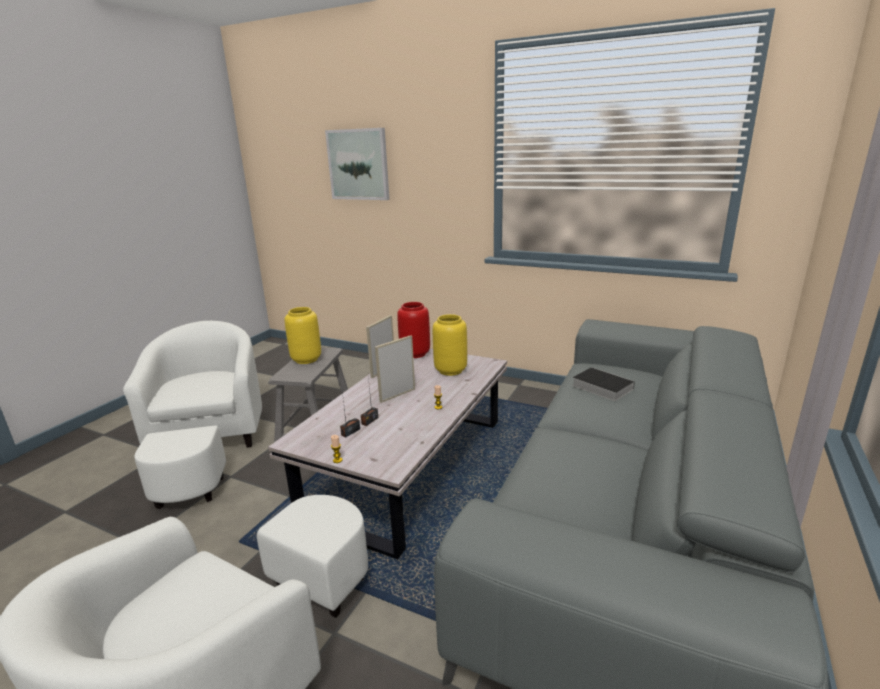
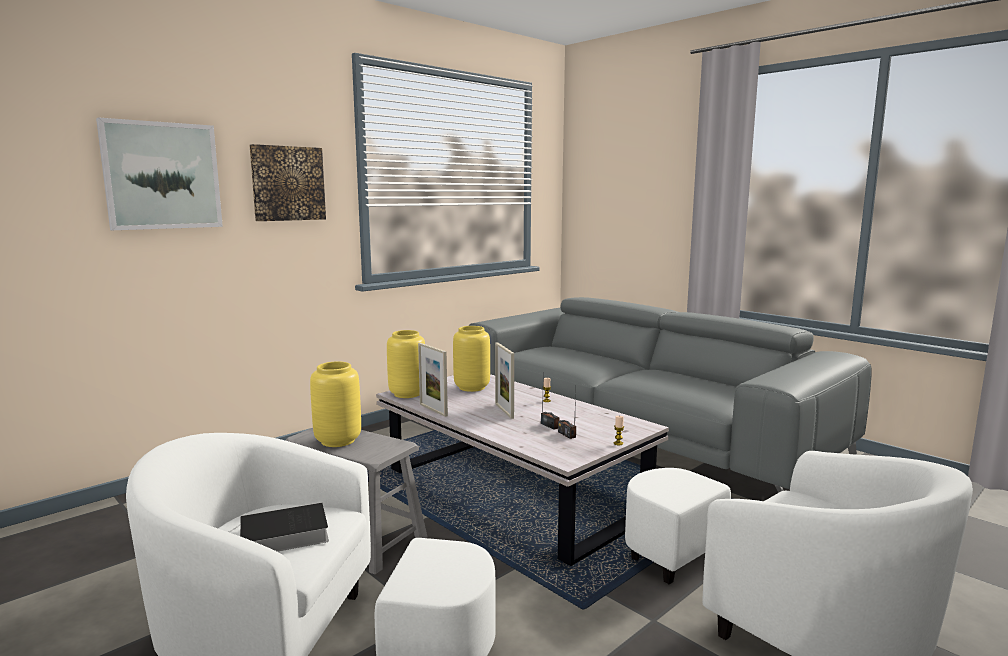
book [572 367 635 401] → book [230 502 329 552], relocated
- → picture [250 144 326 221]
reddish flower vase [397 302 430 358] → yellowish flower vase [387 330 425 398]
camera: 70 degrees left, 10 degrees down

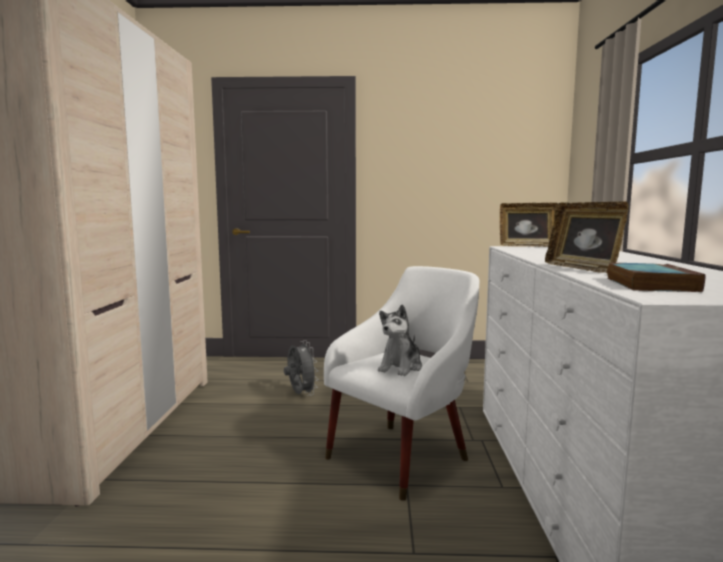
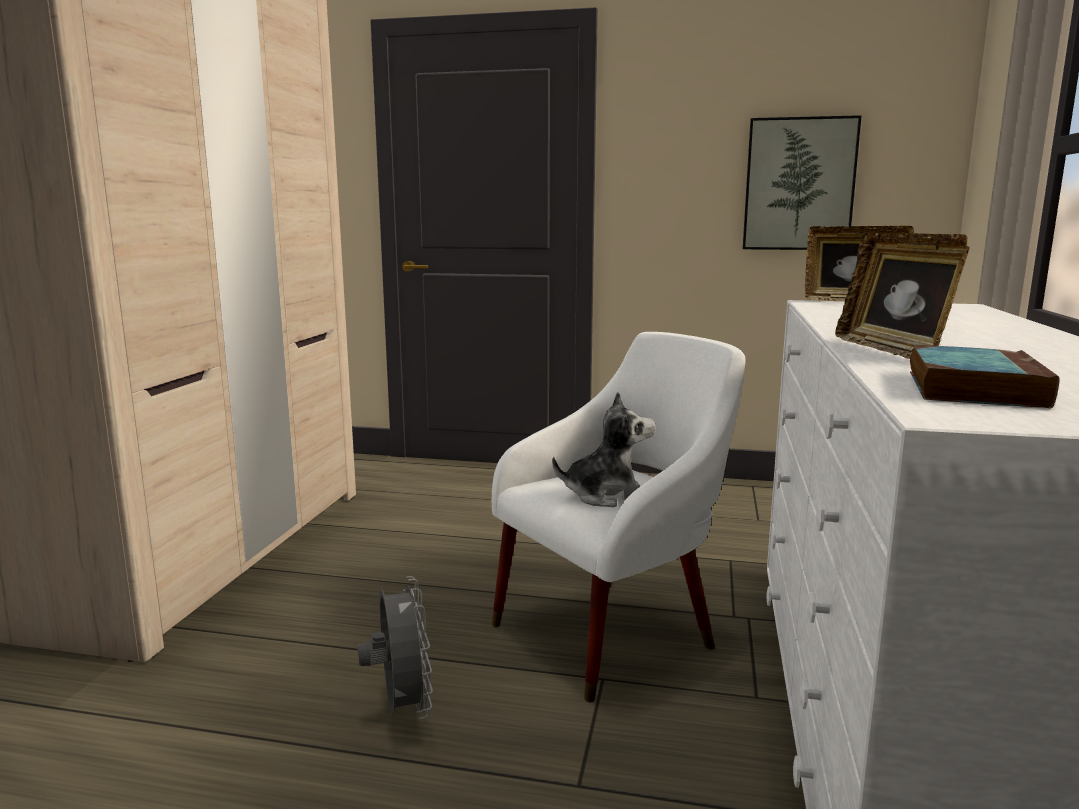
grey fan [284 340 319 396] → grey fan [358 576 433 720], relocated
cuddly toy [378 304 422 376] → cuddly toy [552 392 656 507], 135 degrees counterclockwise
- → picture [743 115 862 250]
camera: 10 degrees right, 5 degrees up

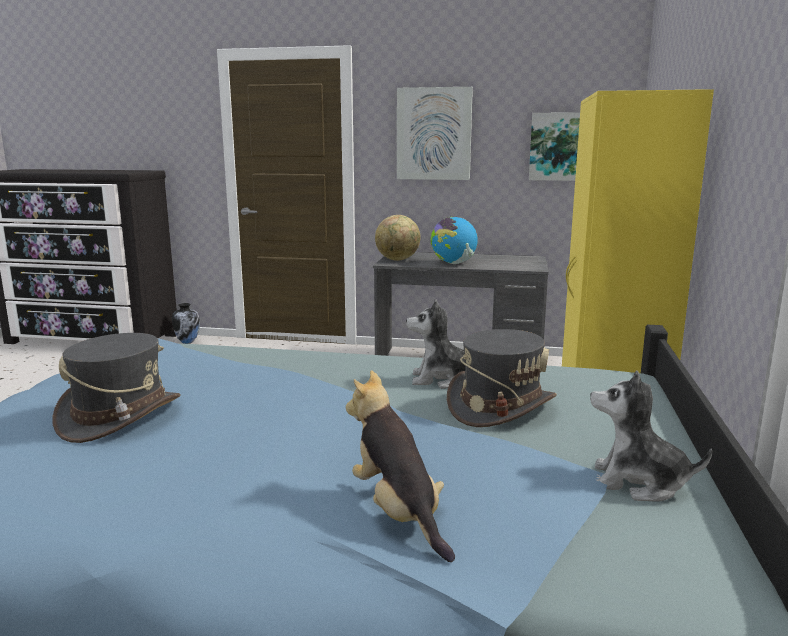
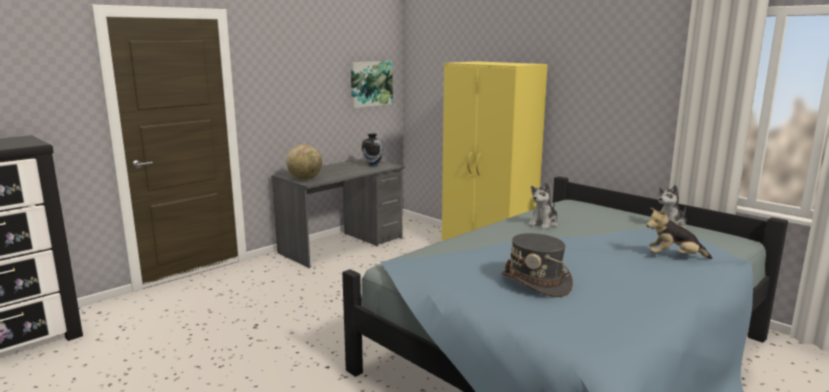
flower vase [172 303 200 344] → flower vase [362 133 383 166], relocated
picture [397 87 473 180] → -
globe [431 217 478 264] → -
grey clothing hat [447 329 557 427] → -
camera: 55 degrees left, 0 degrees up

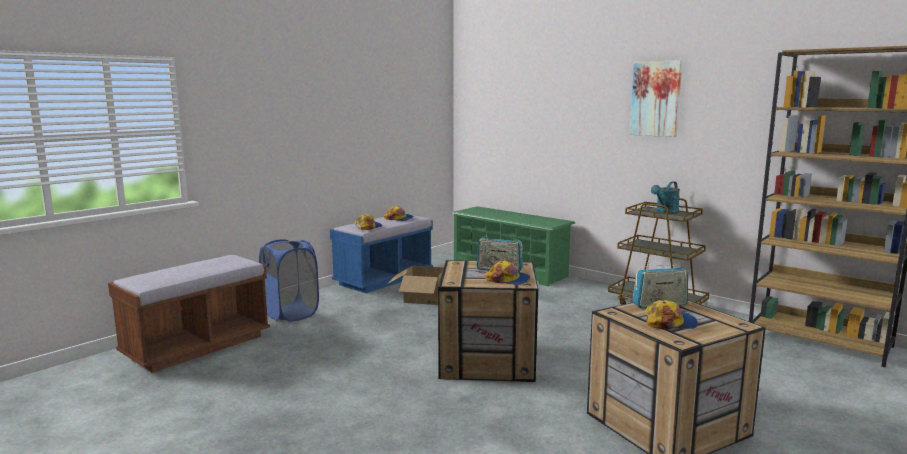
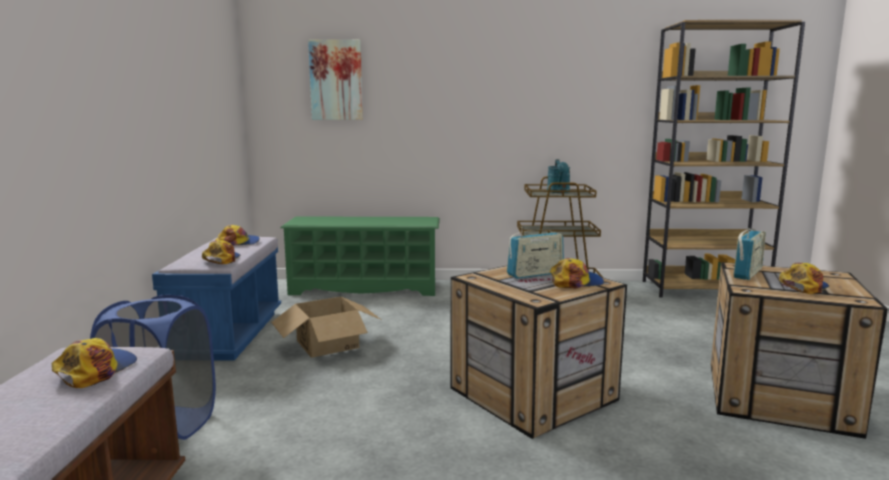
- → peaked cap [52 338 137 388]
picture [629 60 683 137] → picture [308 39 363 120], relocated
camera: 40 degrees left, 0 degrees up

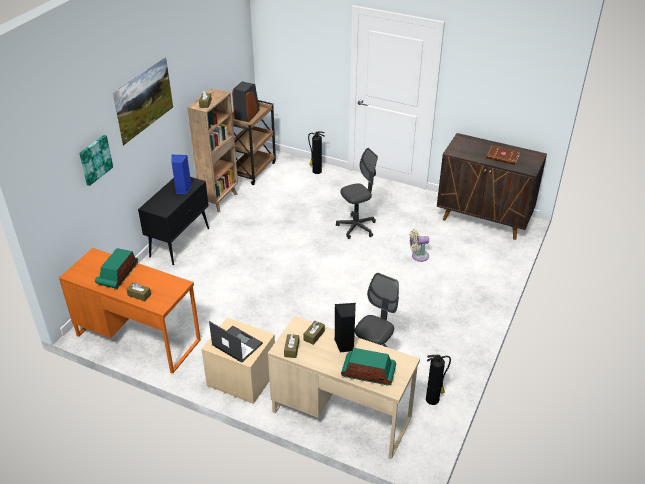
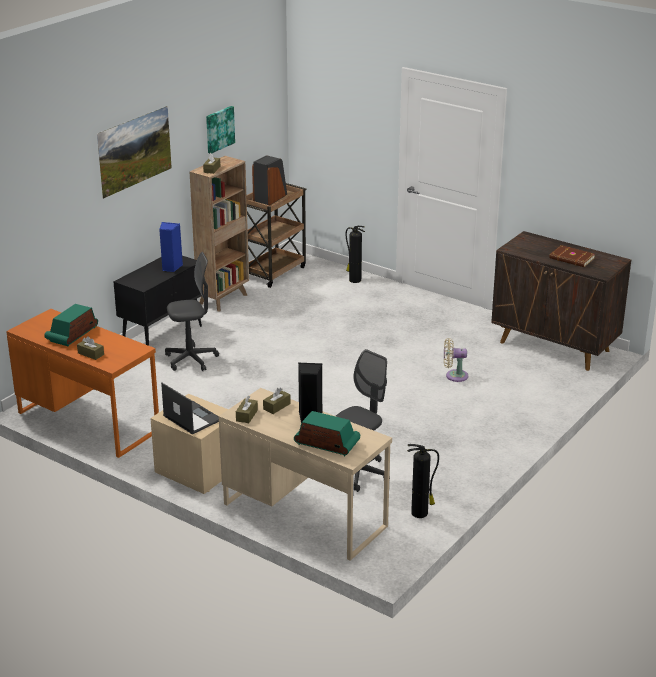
grey office chair [336 148 378 239] → grey office chair [165 252 219 371], relocated
picture [79 135 113 186] → picture [206 106 235 154], relocated
camera: 10 degrees right, 10 degrees down

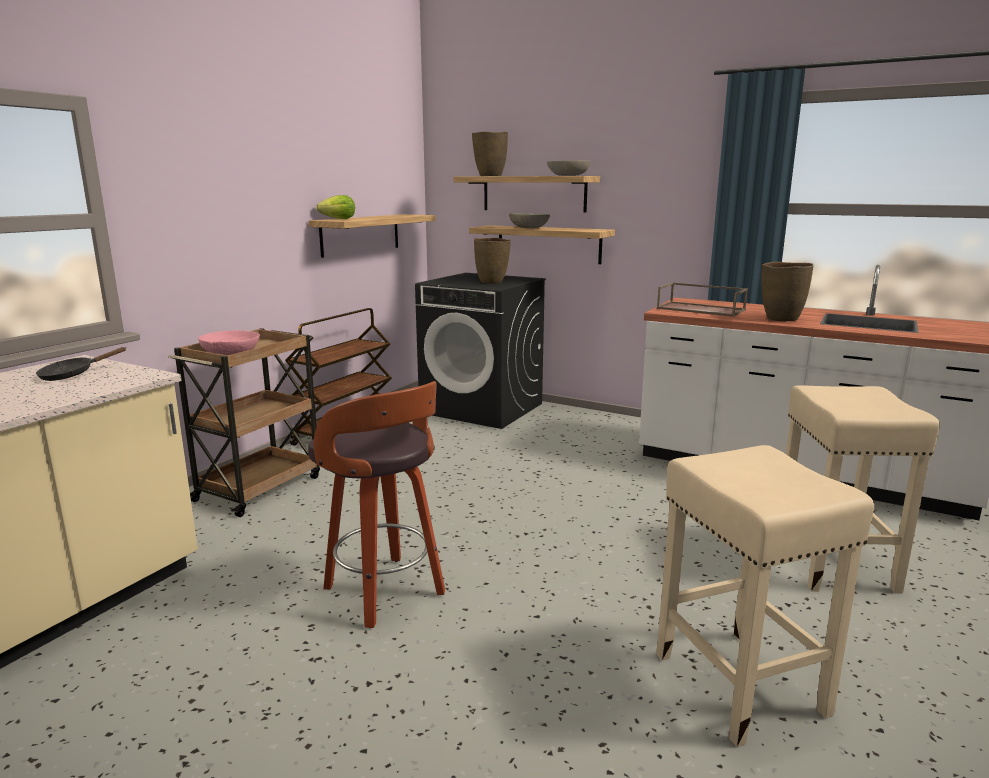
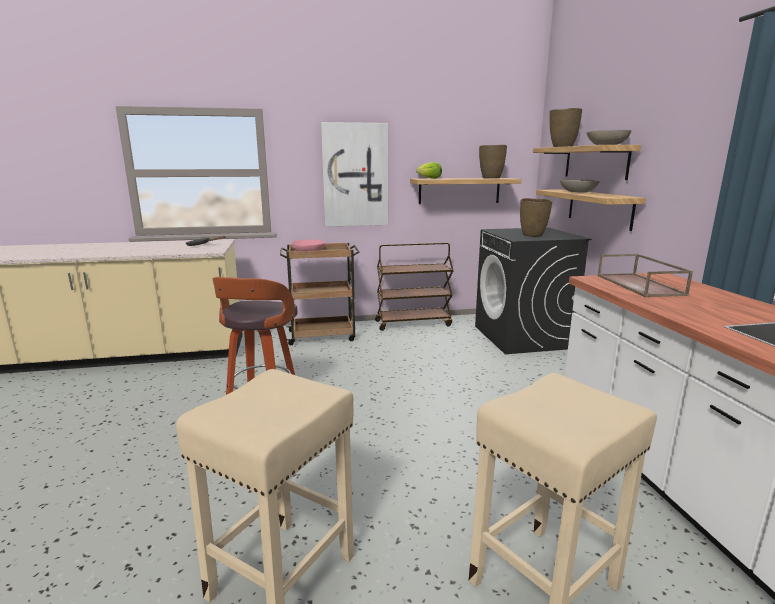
- → picture [321 122 388 227]
brown flower vase [761 262 814 321] → brown flower vase [479 145 507 178], relocated
camera: 50 degrees right, 0 degrees up

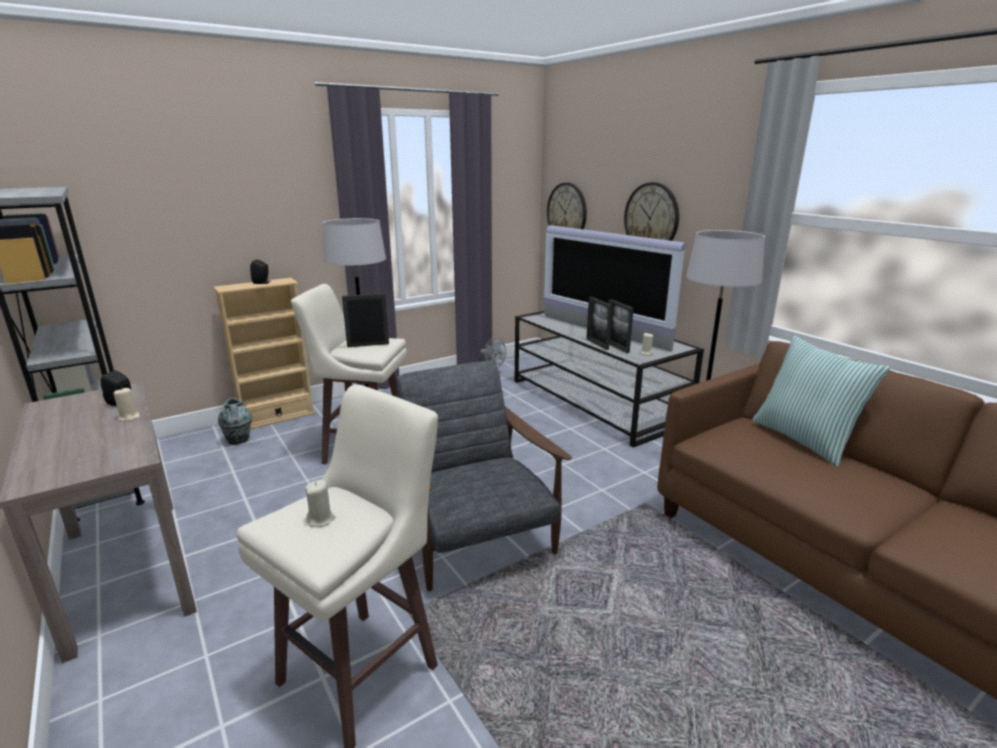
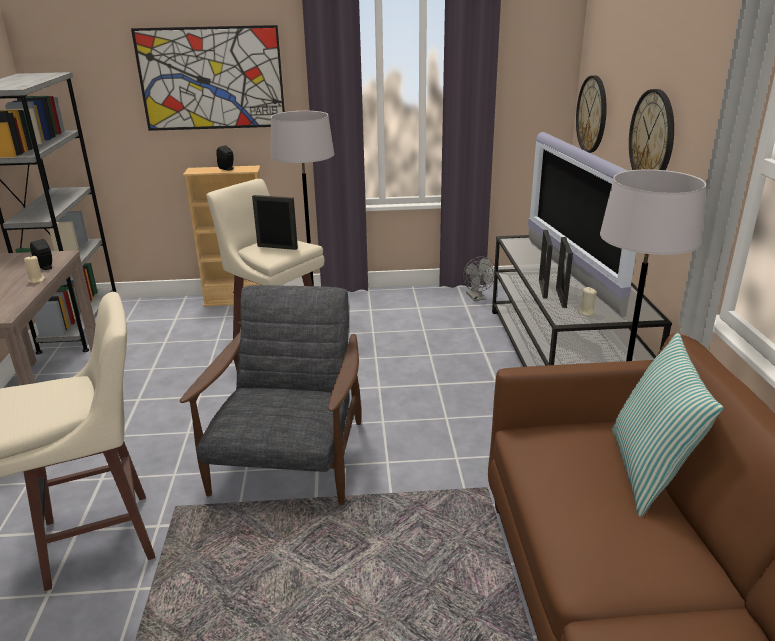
- → picture [131 25 285 131]
flower vase [218 397 252 445] → -
sand-coloured candle [305 480 335 527] → -
camera: 30 degrees right, 5 degrees up

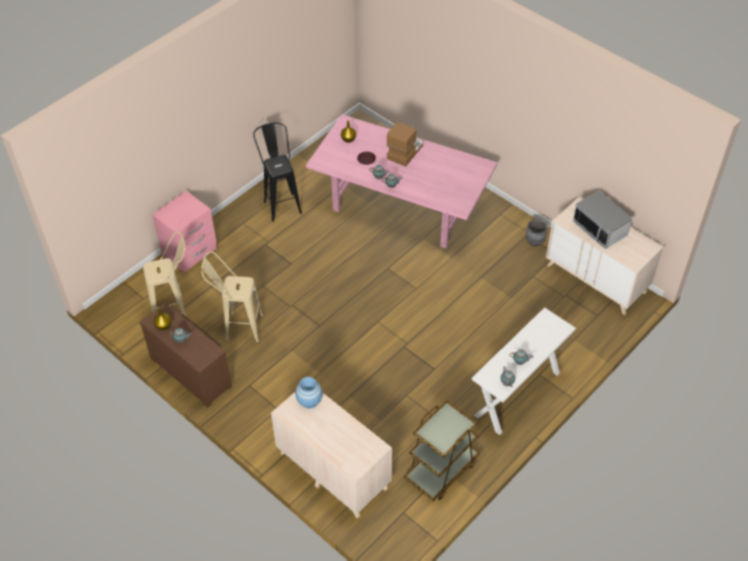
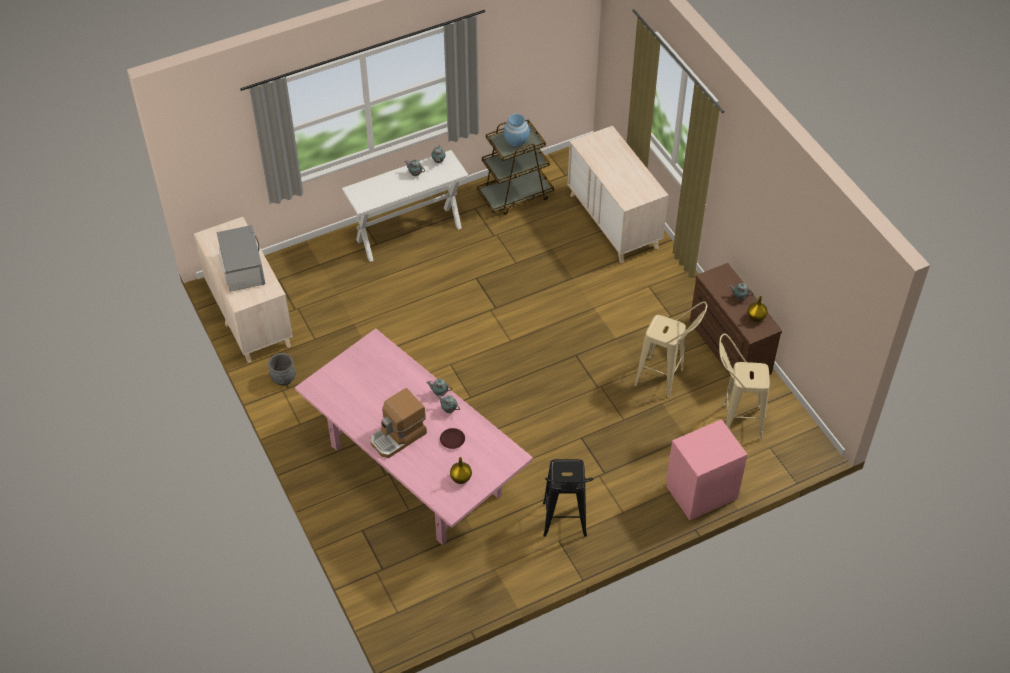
blue-coloured flower vase [295 377 323 408] → blue-coloured flower vase [503 114 530 147], relocated
camera: 160 degrees left, 0 degrees up

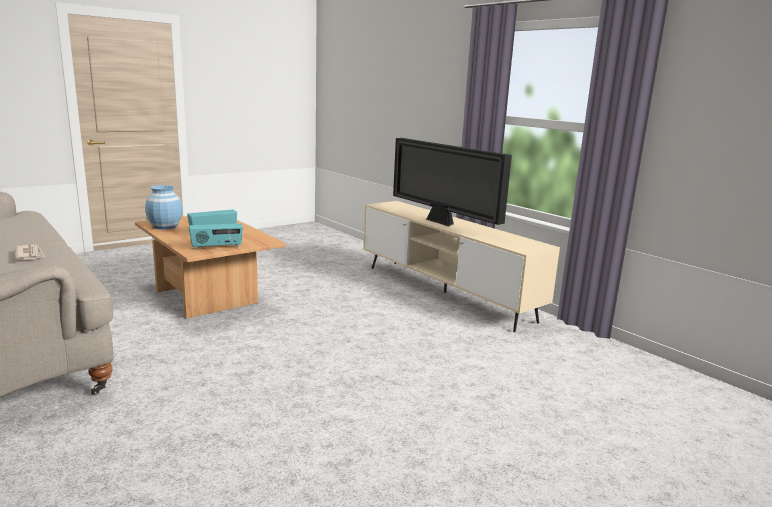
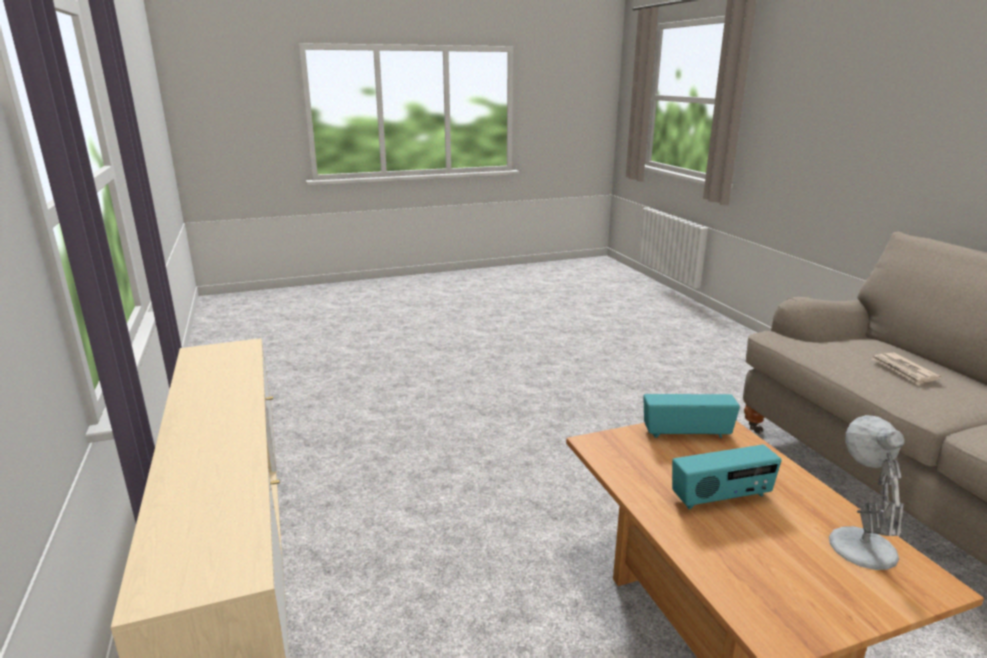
blue-coloured flower vase [145 185 183 229] → white table lamp [829 415 905 570]
TV set [393 138 512 226] → -
camera: 160 degrees left, 5 degrees up

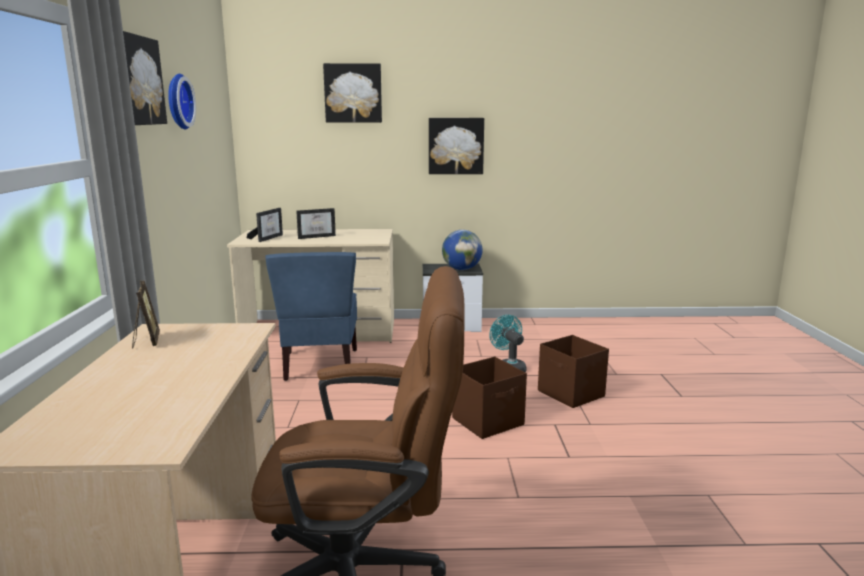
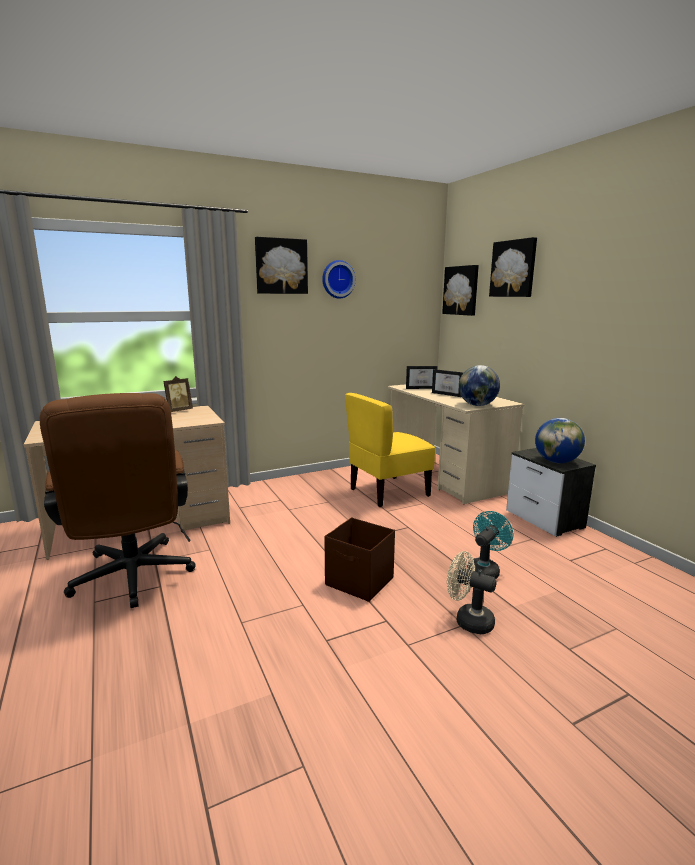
blue-coloured upright chair [265 252 357 381] → yellowish upright chair [345 393 435 507]
picture [429 118 484 174] → picture [442 265 479 316], relocated
brown storage container [538 335 609 408] → sand-coloured fan [447 551 497 634]
- → globe [459 365 500 406]
camera: 65 degrees right, 0 degrees up

